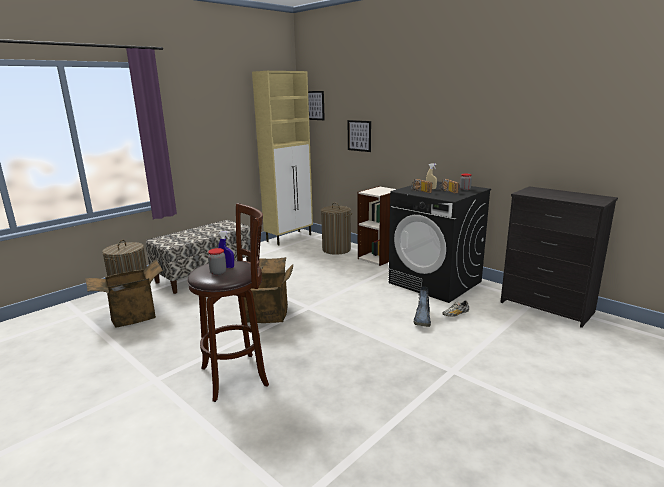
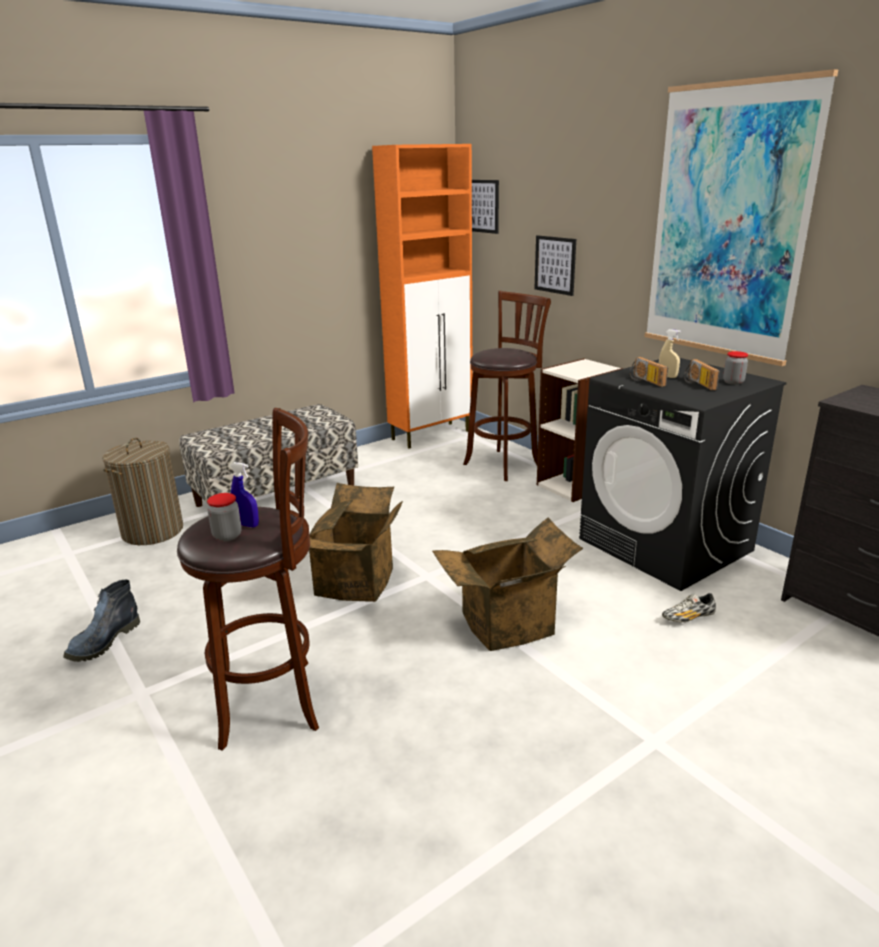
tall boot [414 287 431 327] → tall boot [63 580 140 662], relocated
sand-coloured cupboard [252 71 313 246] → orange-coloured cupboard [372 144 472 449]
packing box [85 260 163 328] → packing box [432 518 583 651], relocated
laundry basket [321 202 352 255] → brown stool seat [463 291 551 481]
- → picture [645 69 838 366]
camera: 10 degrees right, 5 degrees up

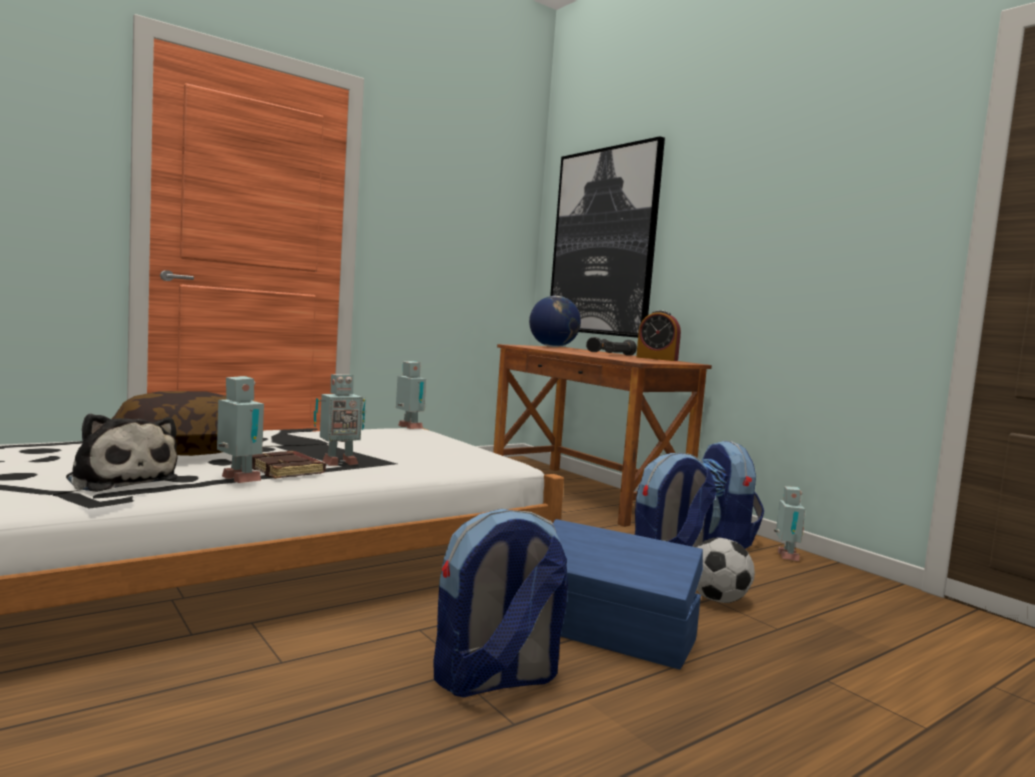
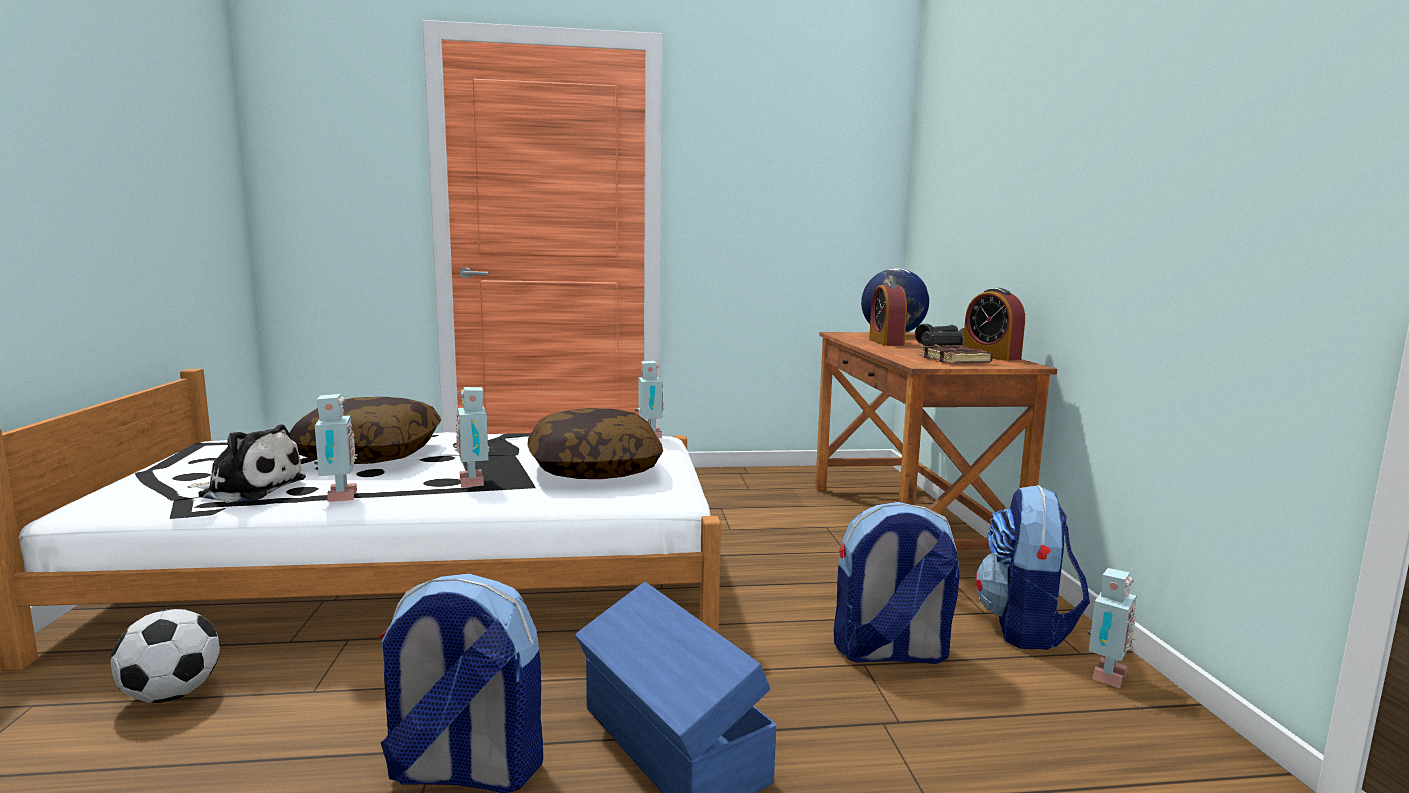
football [696 538 755 603] → football [110 609 220 703], relocated
cuddly toy [66 413 178 492] → cuddly toy [187 424 306 503], 60 degrees counterclockwise
toy robot [314 374 366 466] → toy robot [454 387 493 488], 75 degrees clockwise
- → throw pillow [528 408 663 479]
- → table clock [869 282 907 346]
brown book [252 451 326 479] → brown book [919 344 993 363], relocated
picture [550 136 665 338] → -
camera: 30 degrees right, 5 degrees up

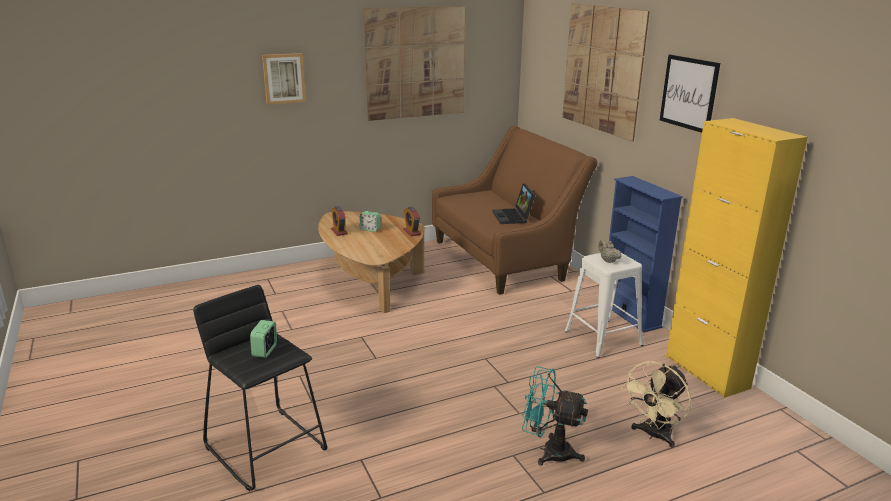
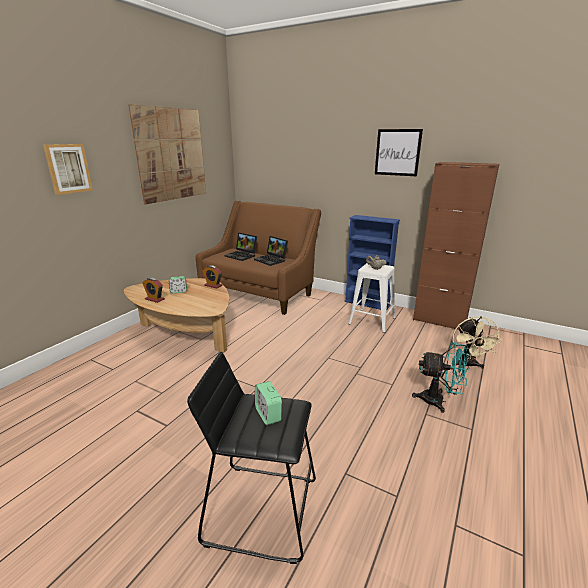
- → laptop [224 233 257 261]
blue-green fan [522 366 588 466] → blue-green fan [412 342 469 413], 150 degrees counterclockwise
yellowish cupboard [666 118 808 398] → brown cupboard [413 162 499 330]
picture [562 4 650 142] → -
camera: 35 degrees left, 0 degrees up

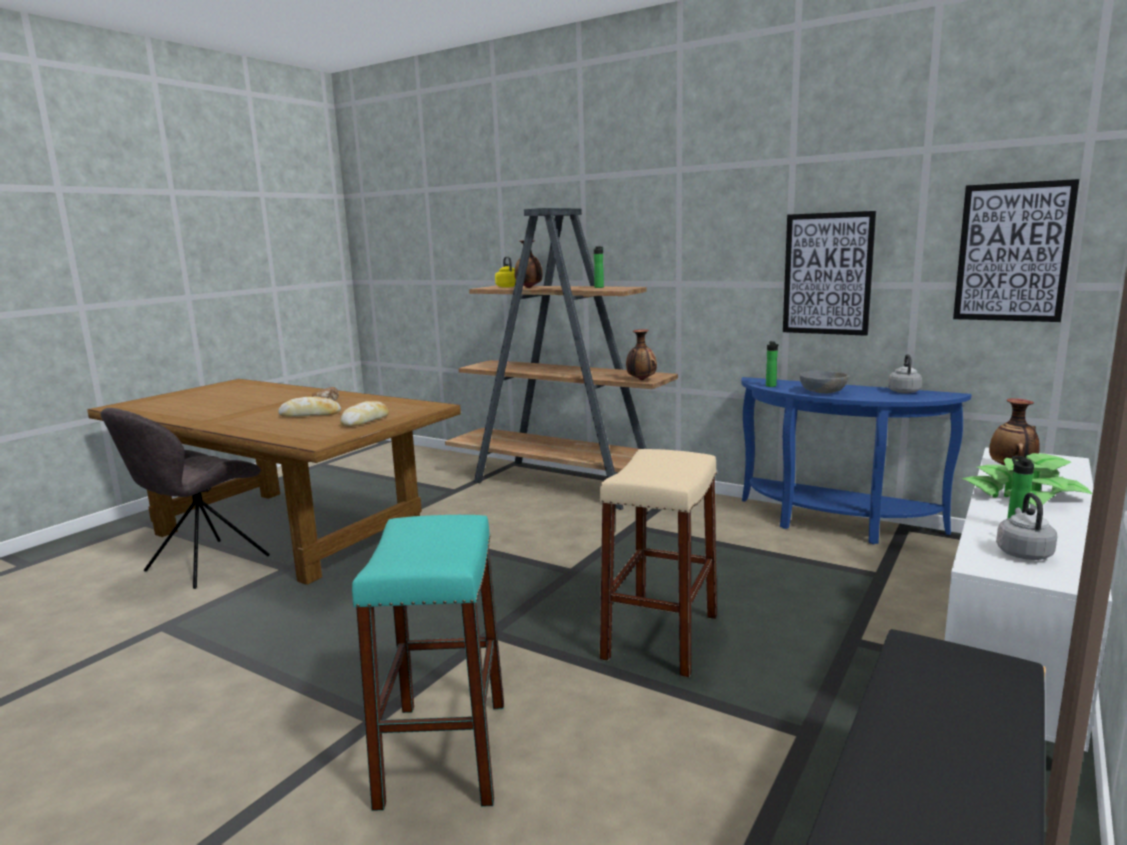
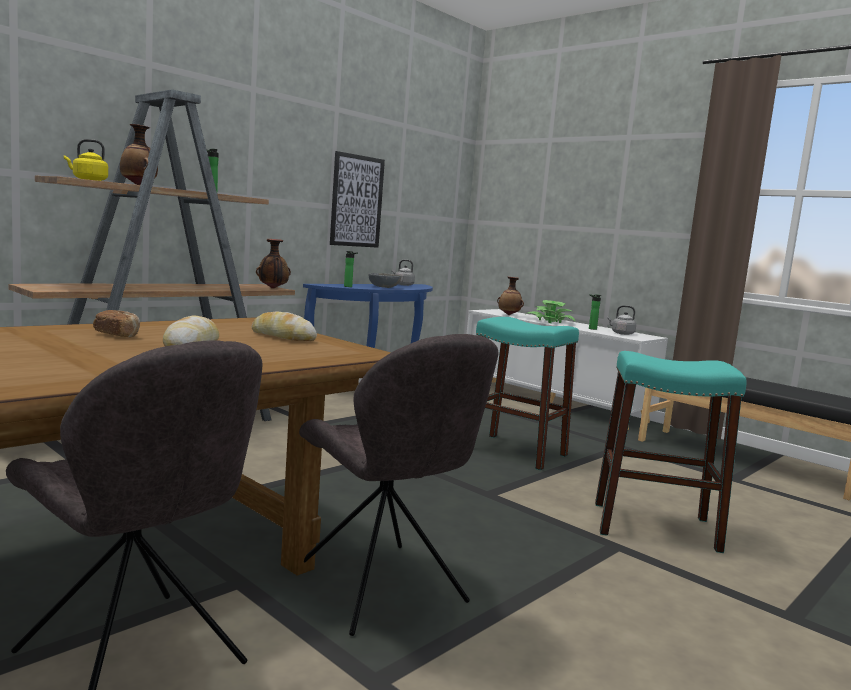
- → grey upright chair [299 334 499 636]
sand-coloured stool seat [599 449 717 678] → blue-green stool seat [476 317 579 470]
picture [953 179 1079 322] → -
camera: 80 degrees left, 5 degrees down

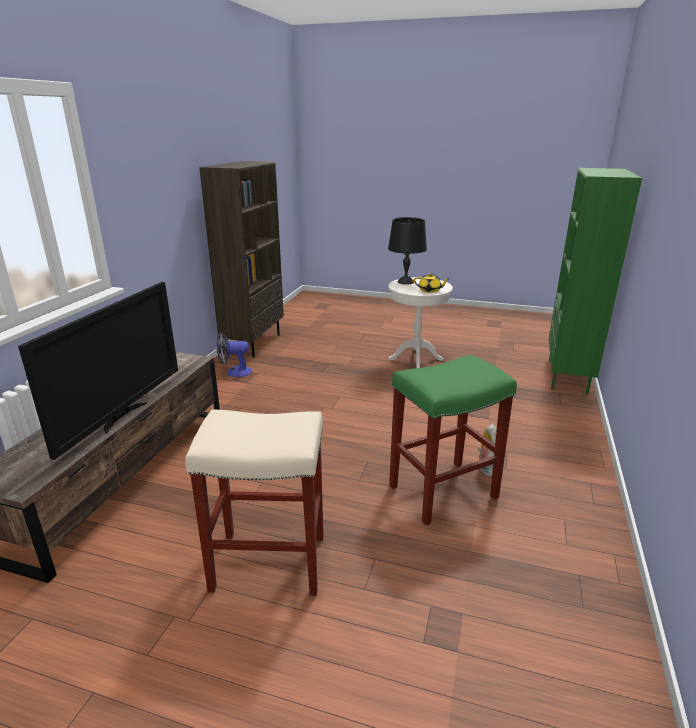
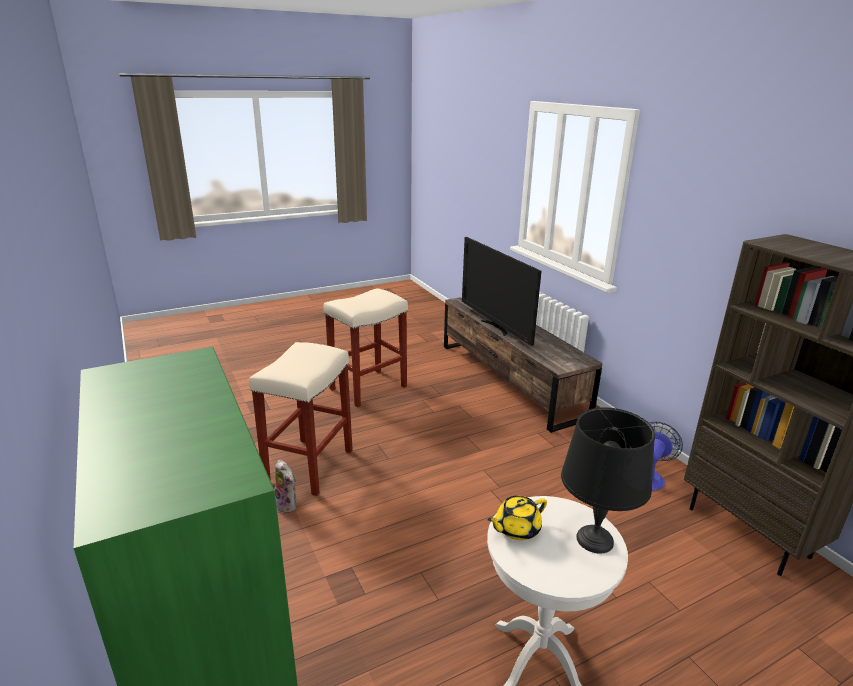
greenish stool seat [389 355 517 525] → sand-coloured stool seat [249 342 353 496]
camera: 135 degrees right, 0 degrees up

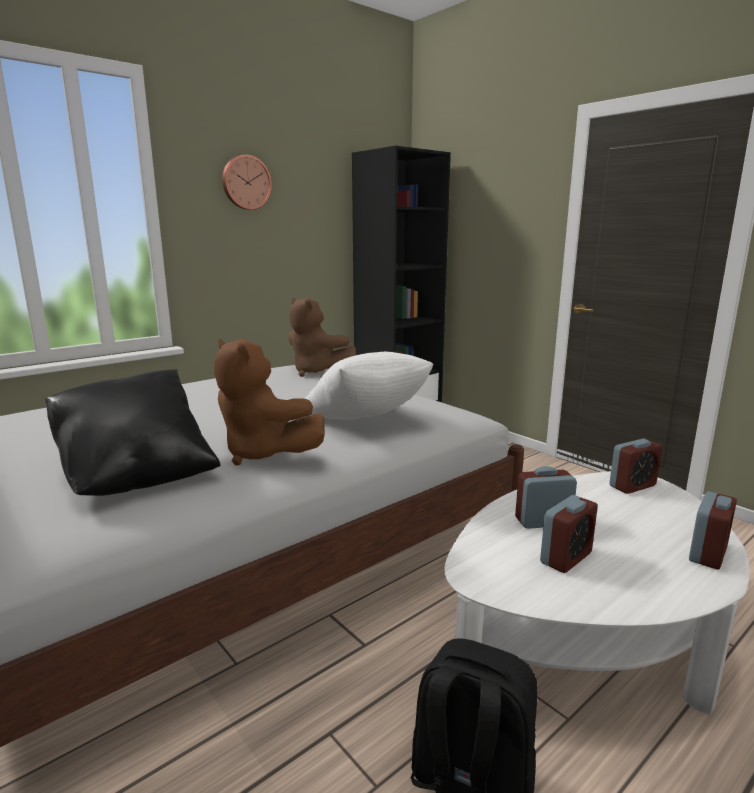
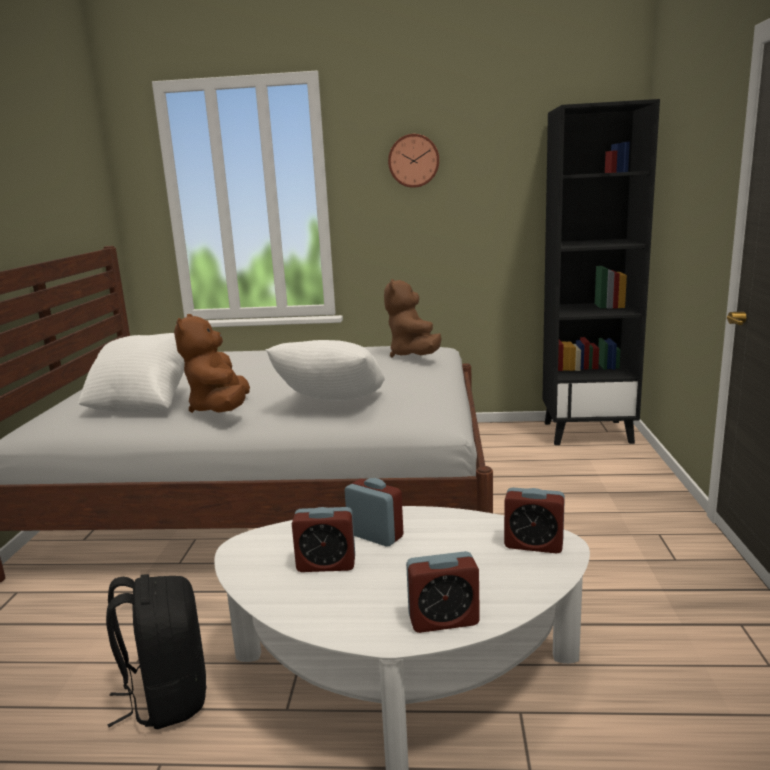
black-coloured throw pillow [45 369 220 496] → white throw pillow [78 333 185 413]
camera: 45 degrees right, 0 degrees up

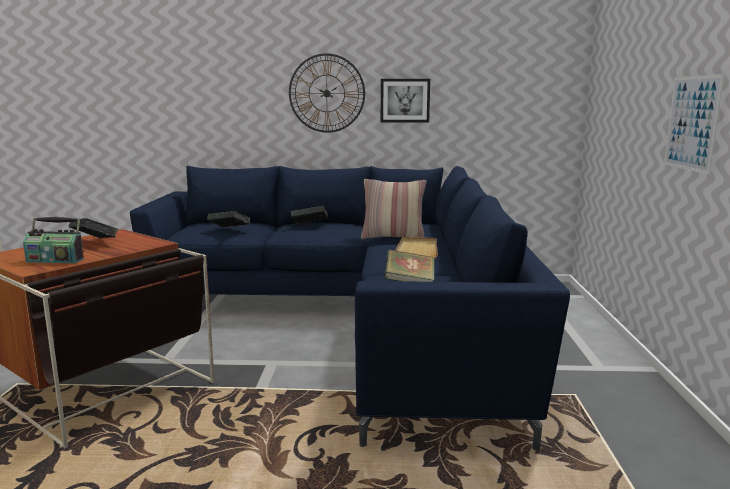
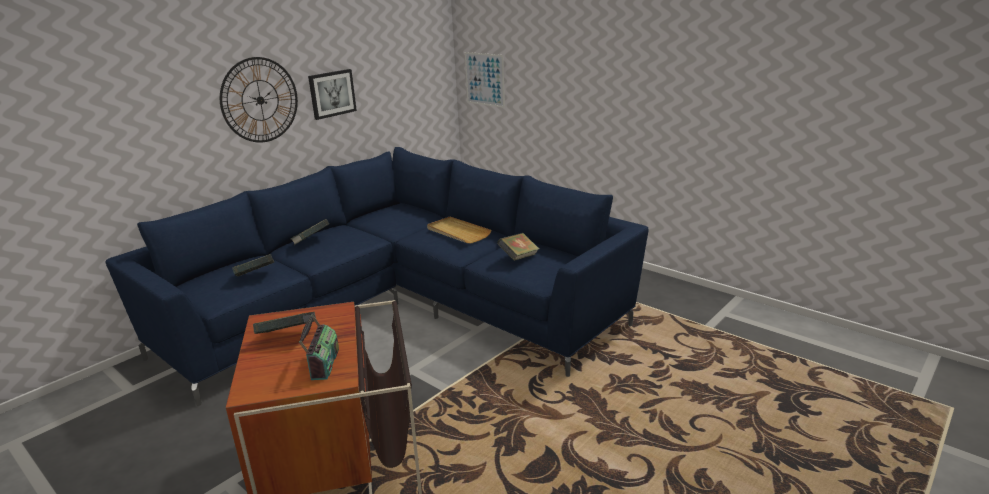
radio [23 217 84 263] → radio [299 315 339 380], 45 degrees counterclockwise
picture [664 74 724 175] → picture [465 52 505 108], relocated
throw pillow [361 179 426 239] → -
camera: 50 degrees left, 10 degrees up

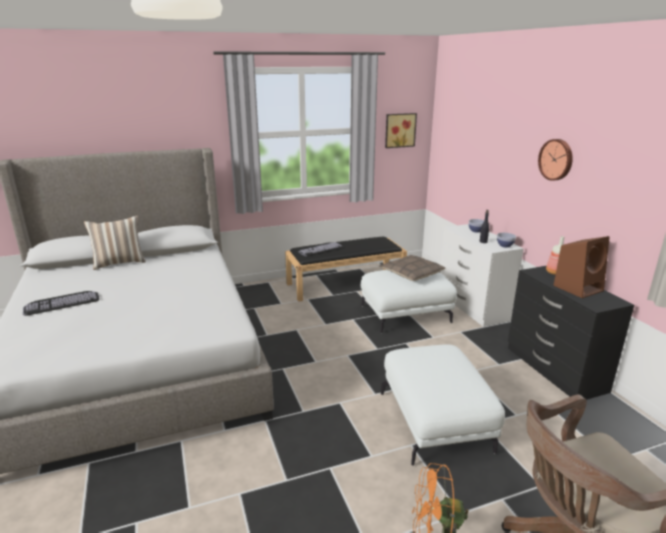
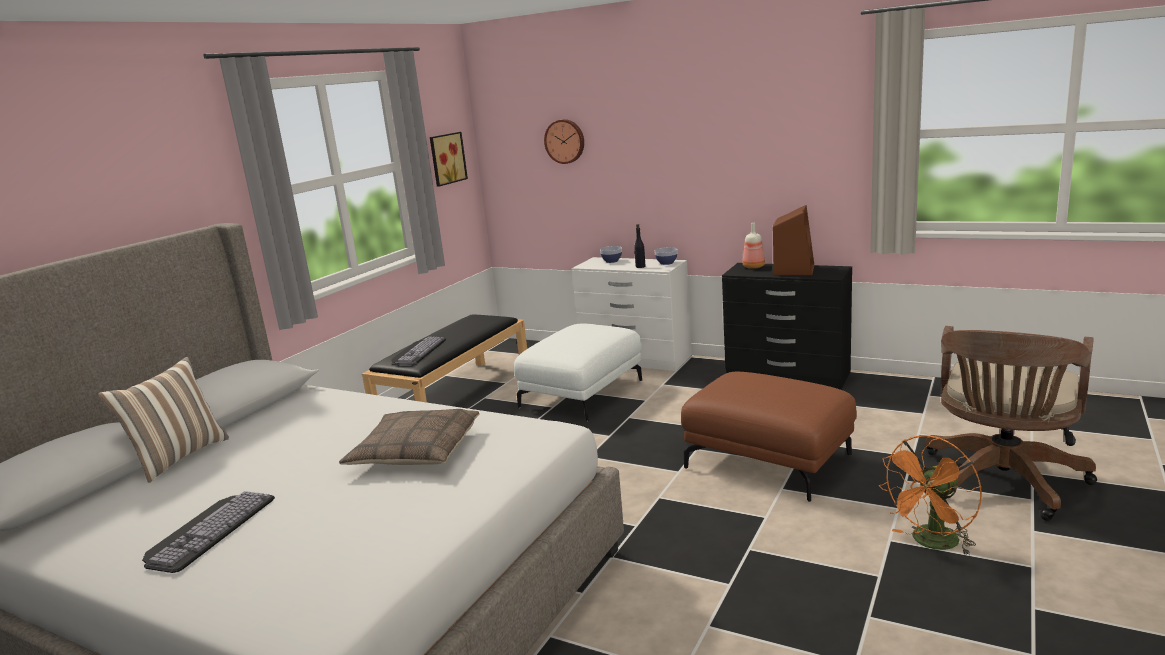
throw pillow [379 255 445 281] → throw pillow [339 409 480 465], relocated
wall clock [538 139 573 181] → wall clock [544 119 584 164], relocated
white ottoman [381 344 505 466] → brown ottoman [681 372 857 502]
camera: 40 degrees left, 5 degrees down

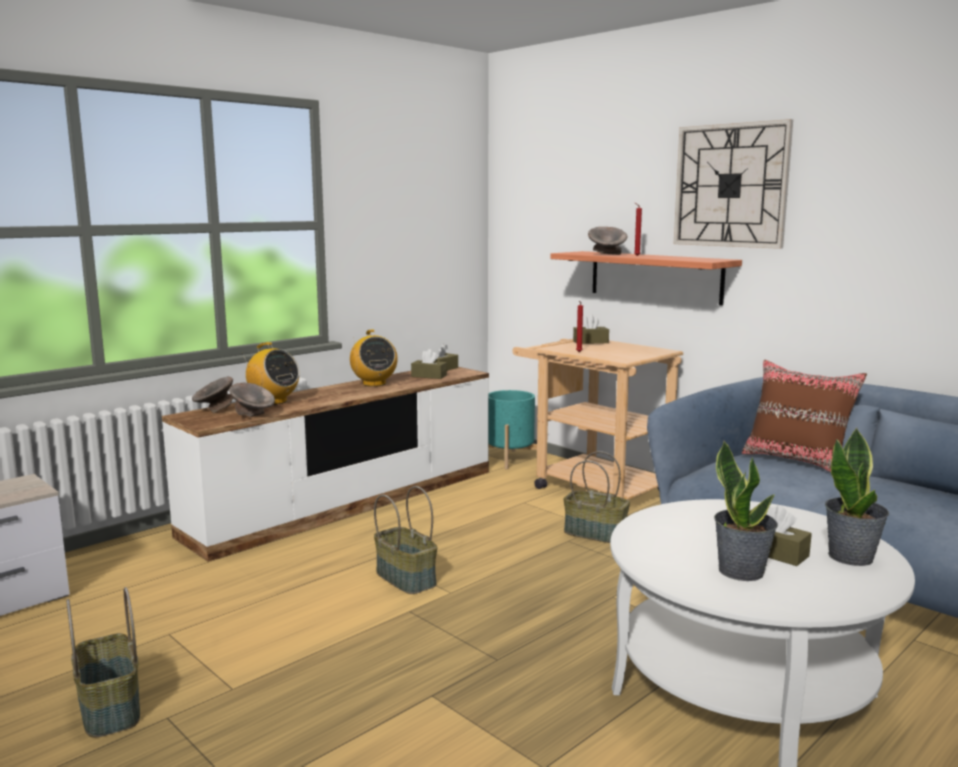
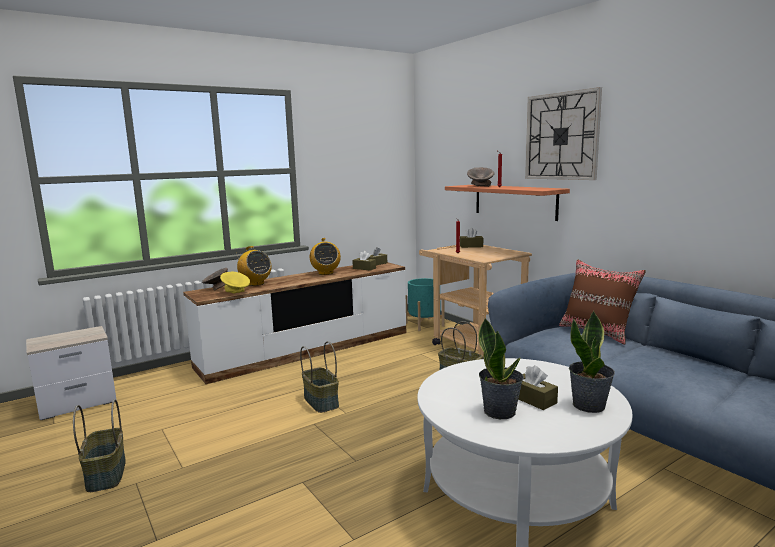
grey deep dish [229 383 275 417] → yellowish deep dish [220 272 250 294]
camera: 10 degrees right, 0 degrees up

